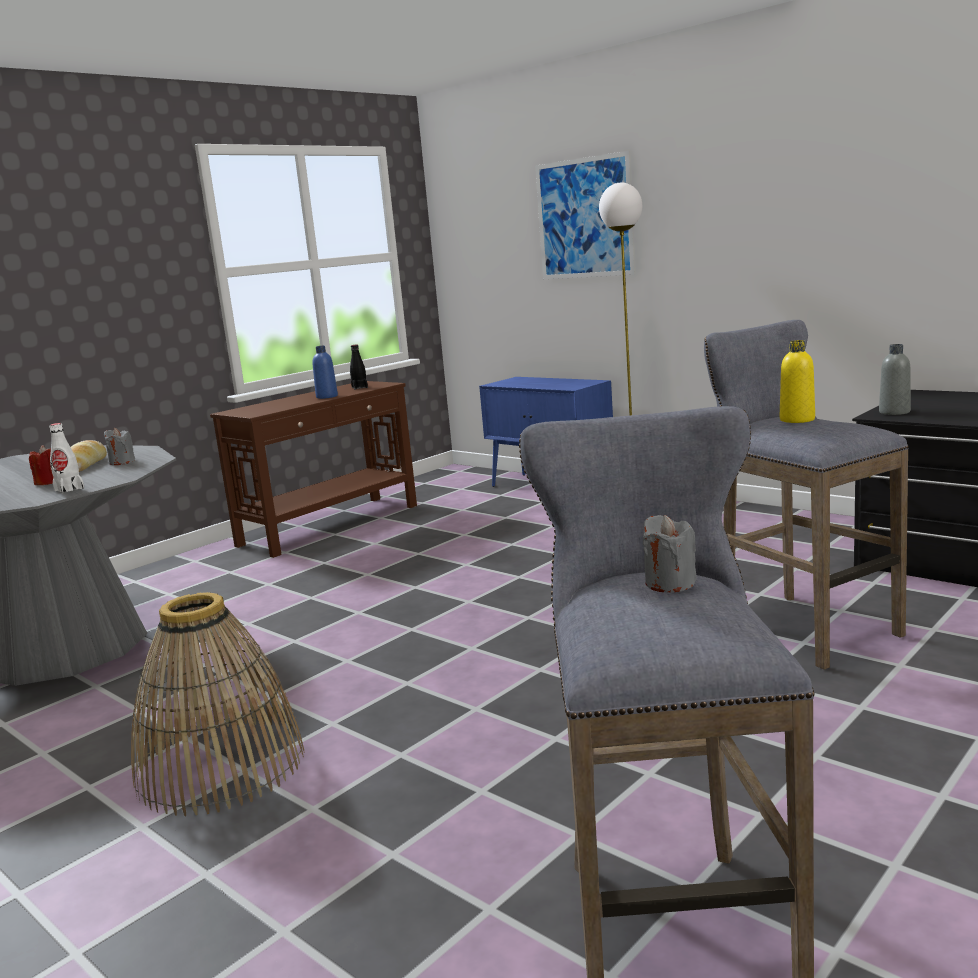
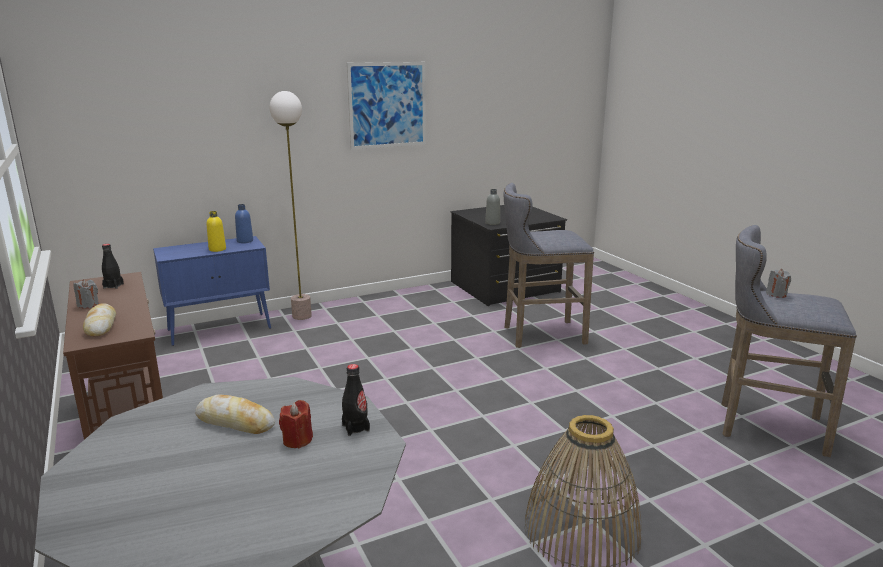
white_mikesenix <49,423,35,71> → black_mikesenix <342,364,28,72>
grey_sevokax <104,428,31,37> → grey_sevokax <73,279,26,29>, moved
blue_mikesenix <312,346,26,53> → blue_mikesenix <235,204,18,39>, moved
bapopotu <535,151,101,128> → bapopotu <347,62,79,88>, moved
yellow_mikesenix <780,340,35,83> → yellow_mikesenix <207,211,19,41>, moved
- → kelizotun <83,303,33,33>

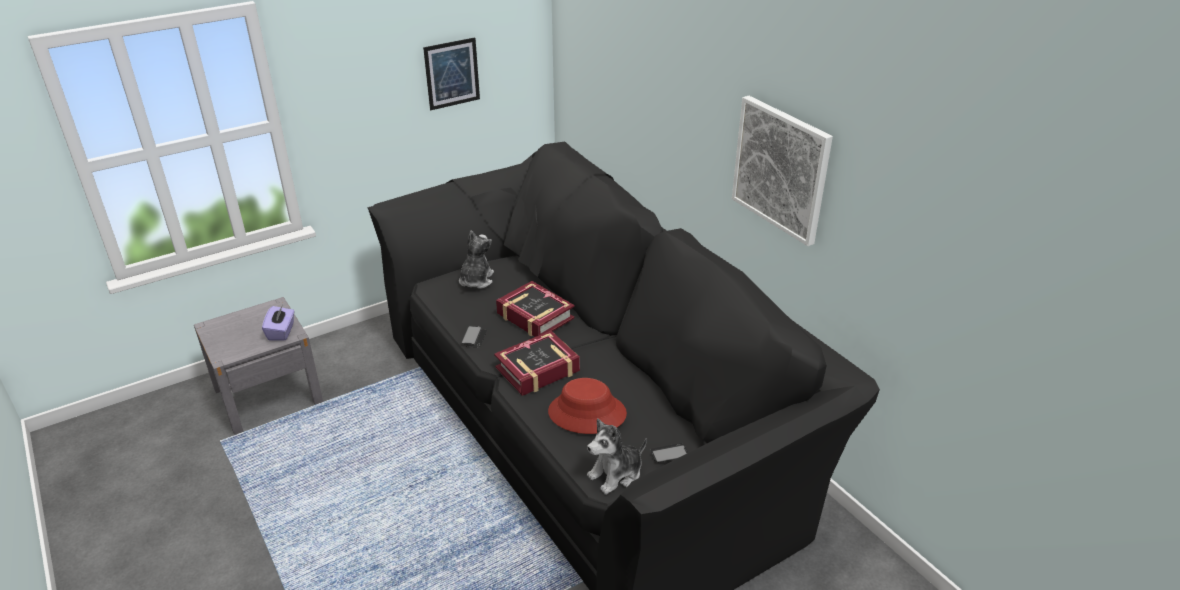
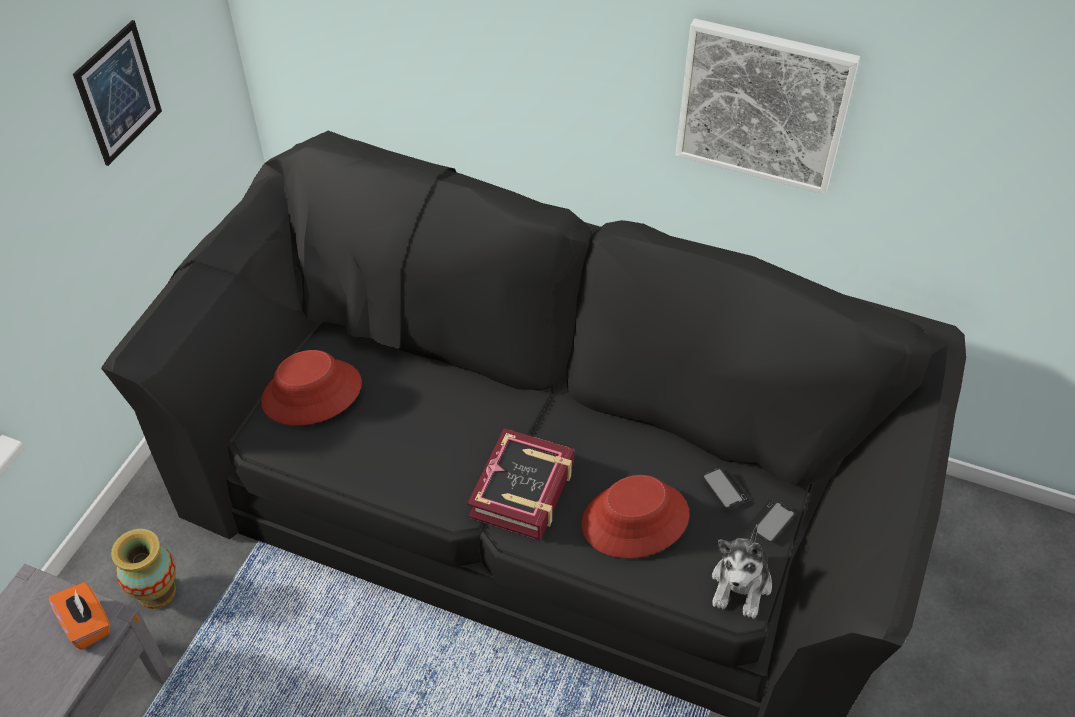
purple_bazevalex <262,306,32,35> → orange_bazevalex <49,582,61,68>
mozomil <459,230,35,59> → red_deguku <261,350,101,76>
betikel <461,326,26,22> → betikel <703,468,47,41>, moved
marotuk <496,281,79,56> → -
- → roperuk <111,529,65,80>

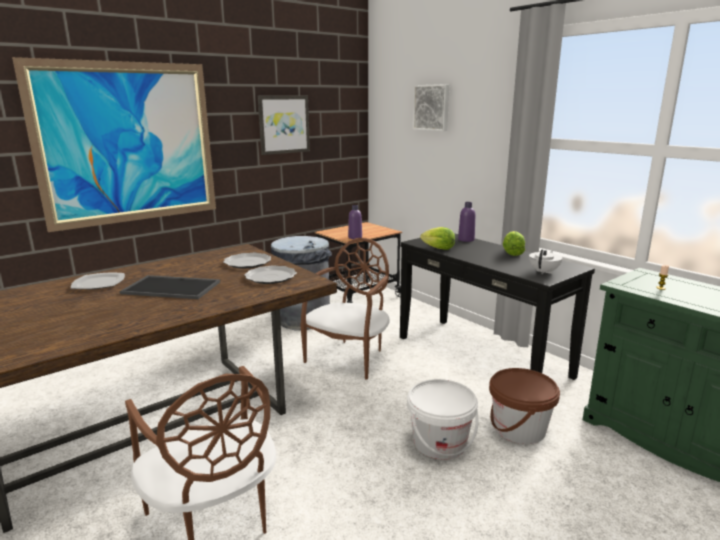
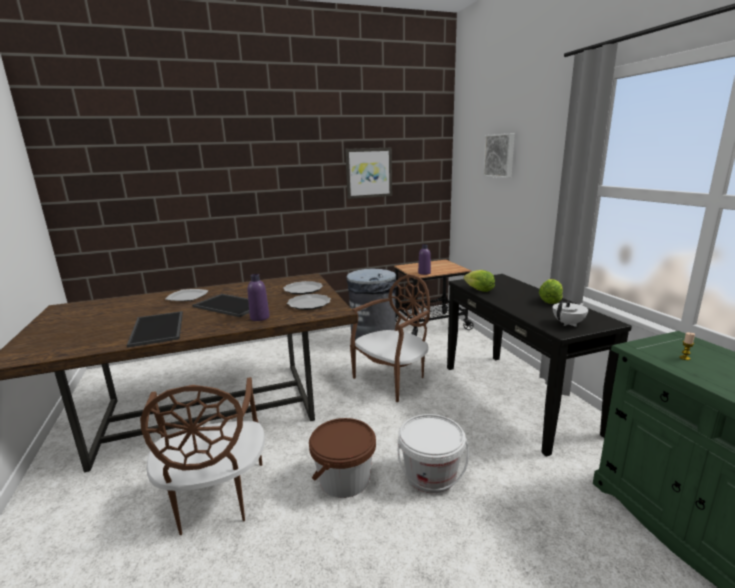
bapopotu <12,57,204,175> → -
purple_mikesenix <458,202,17,40> → purple_mikesenix <247,274,23,47>, moved
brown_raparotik <489,368,71,76> → brown_raparotik <309,418,67,80>, moved
- → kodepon <127,311,56,37>

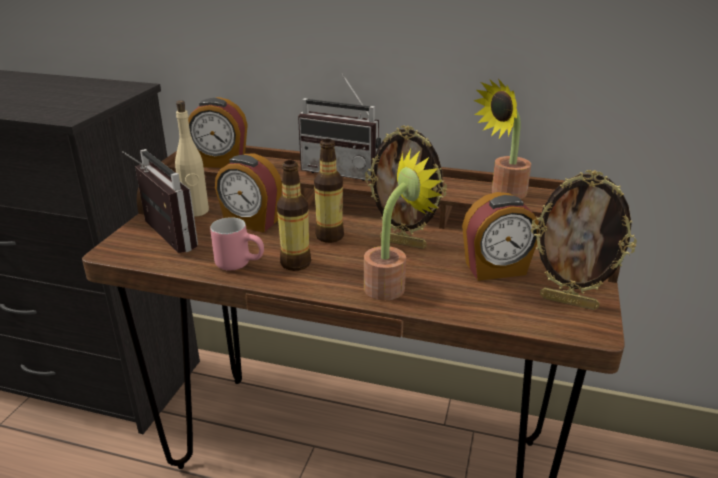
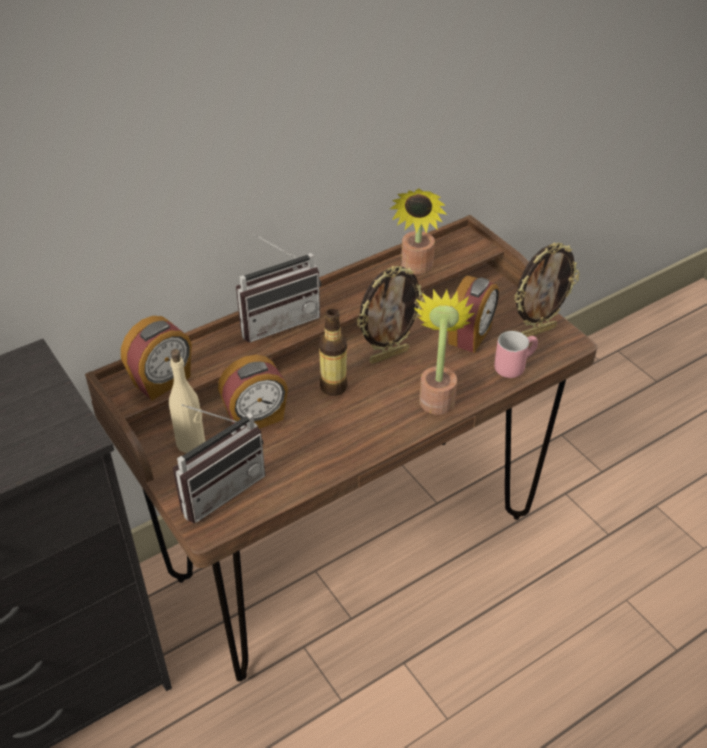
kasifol <122,149,76,104> → kasifol <173,404,92,119>, 135 degrees clockwise
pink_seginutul <210,217,54,54> → pink_seginutul <494,331,44,47>, moved
mikesenix <277,160,34,111> → -

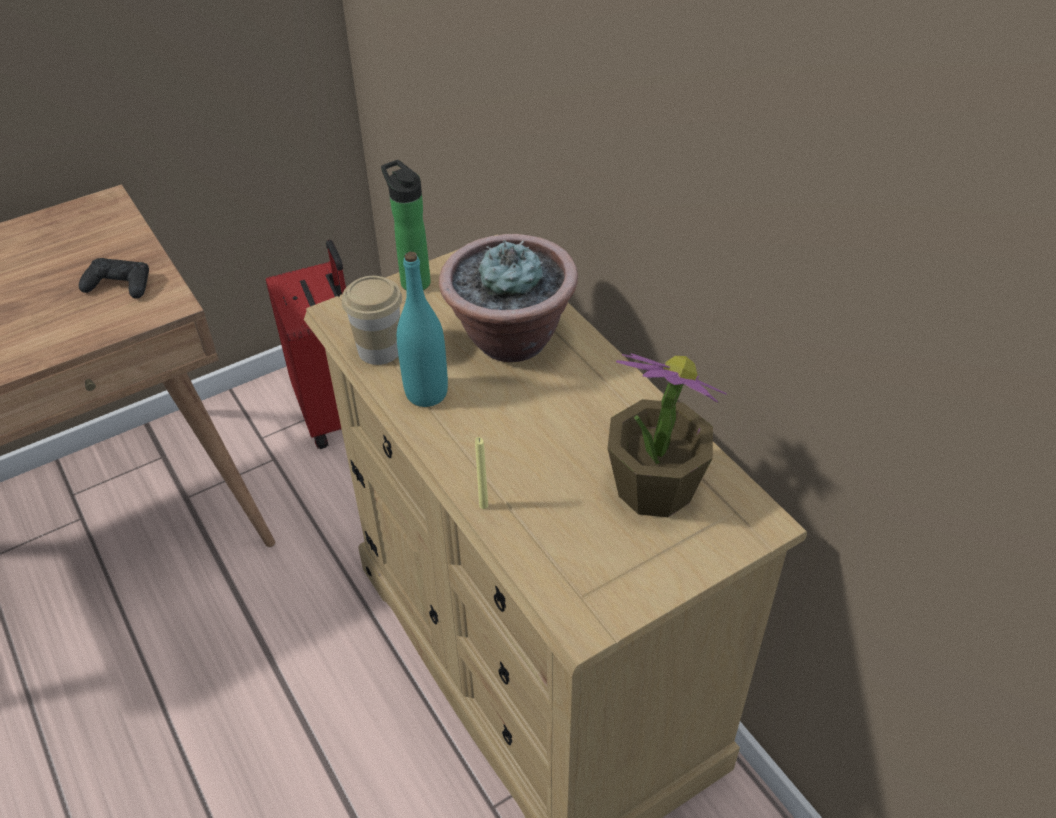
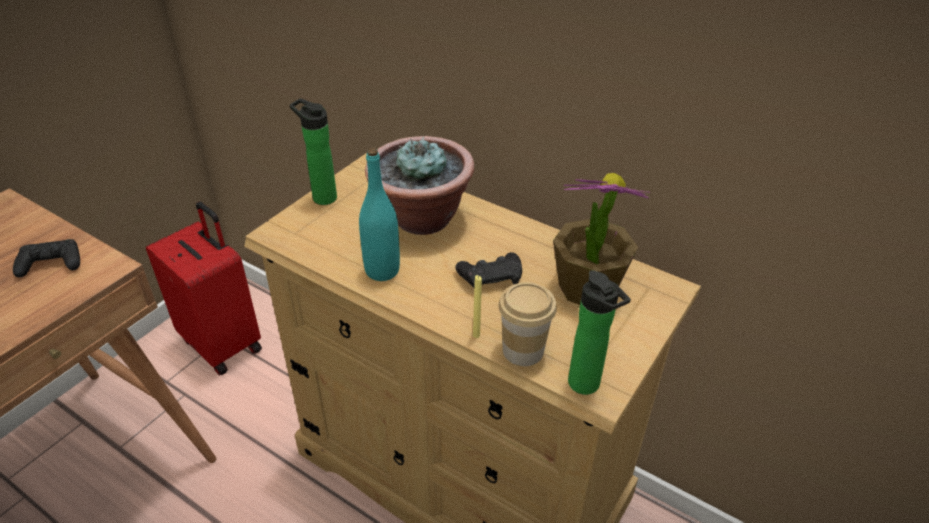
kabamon <342,276,60,89> → kabamon <498,282,59,84>, moved
- → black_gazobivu <455,252,67,36>
- → mikesenix <568,270,63,125>

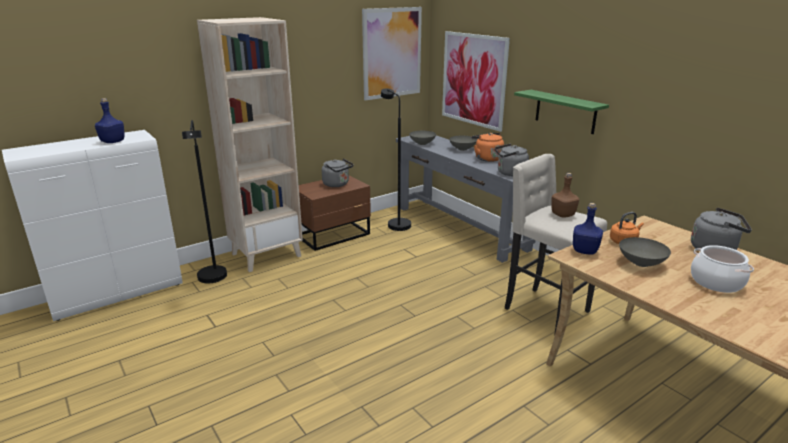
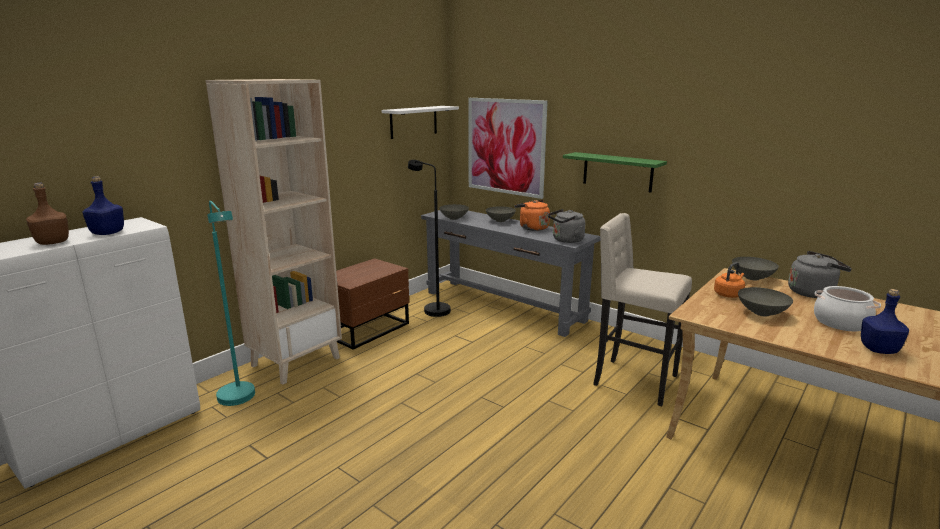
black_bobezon <182,120,45,163> → turquoise_bobezon <207,201,48,205>
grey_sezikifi <322,159,32,28> → -
bapopotu <362,7,60,93> → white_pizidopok <382,106,77,33>
brown_mikesenix <552,173,27,45> → brown_mikesenix <26,183,43,62>, moved
blue_mikesenix <573,203,30,52> → blue_mikesenix <861,289,48,65>, moved
- → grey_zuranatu <732,257,47,23>

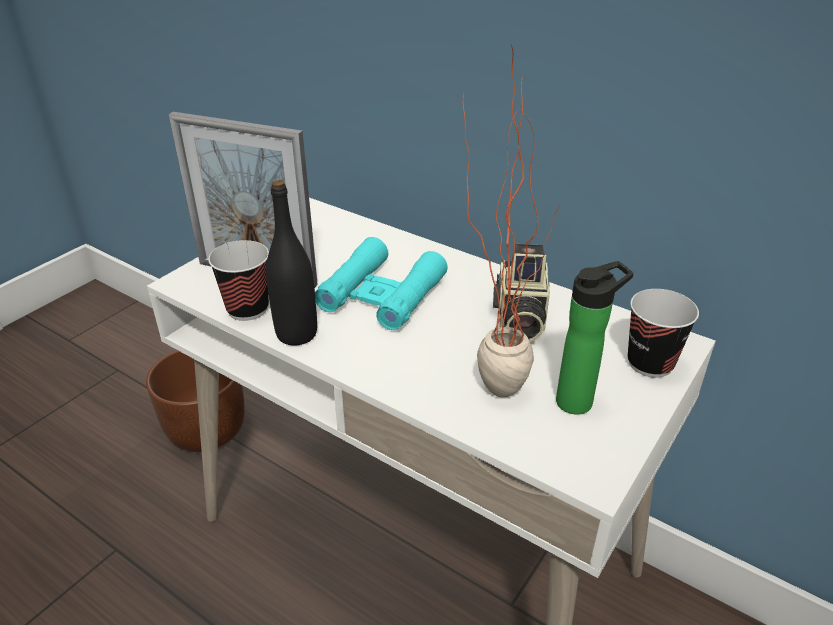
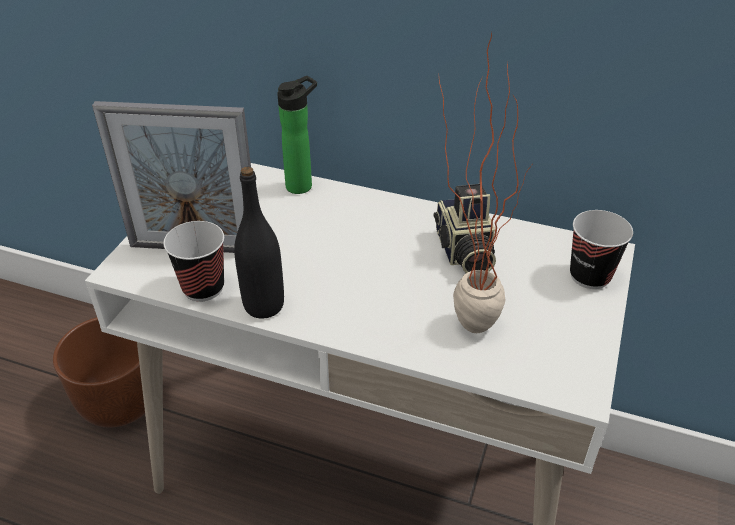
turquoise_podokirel <315,237,133,93> → -
mikesenix <556,261,78,154> → mikesenix <277,76,40,118>, moved

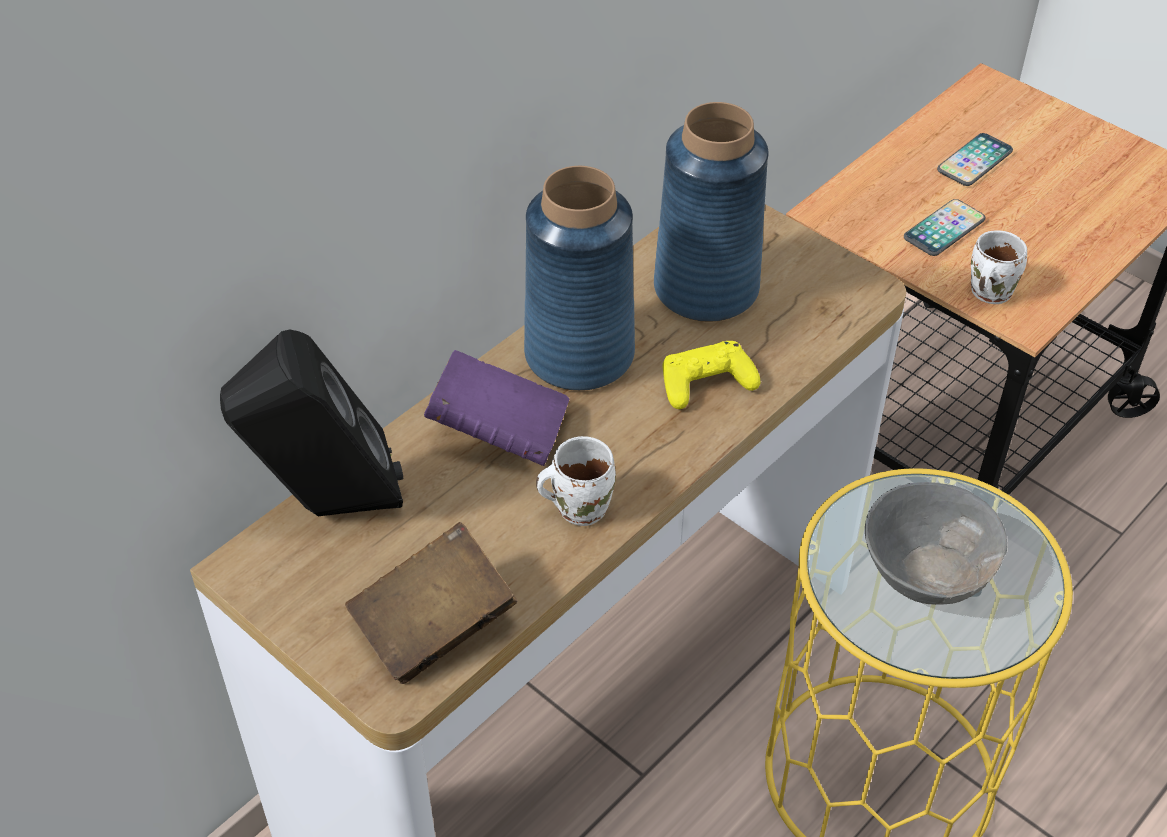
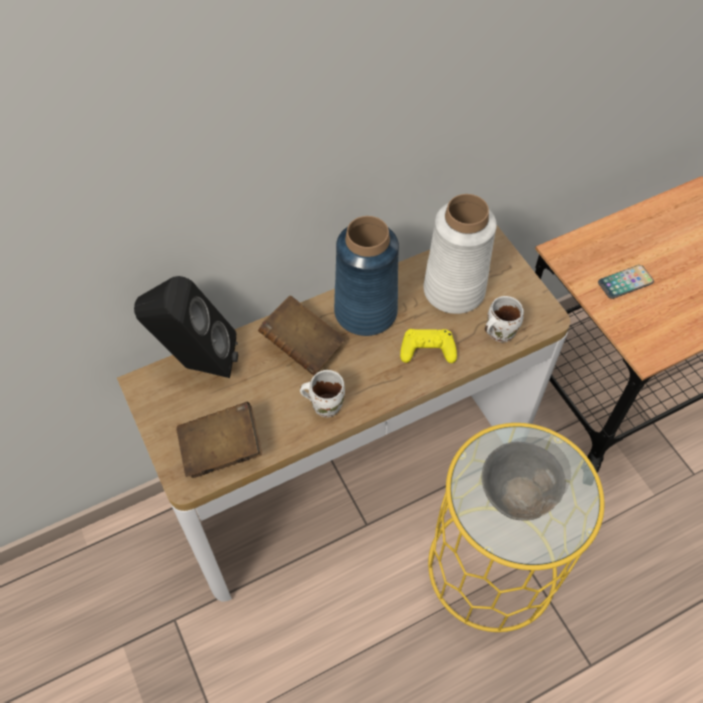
purple_marotuk <424,350,145,116> → brown_marotuk <258,295,87,80>
blue_roperuk <654,102,115,220> → white_roperuk <423,194,74,120>
betikel <937,133,76,53> → -
white_seginutul <971,230,56,74> → white_seginutul <485,296,39,46>, moved

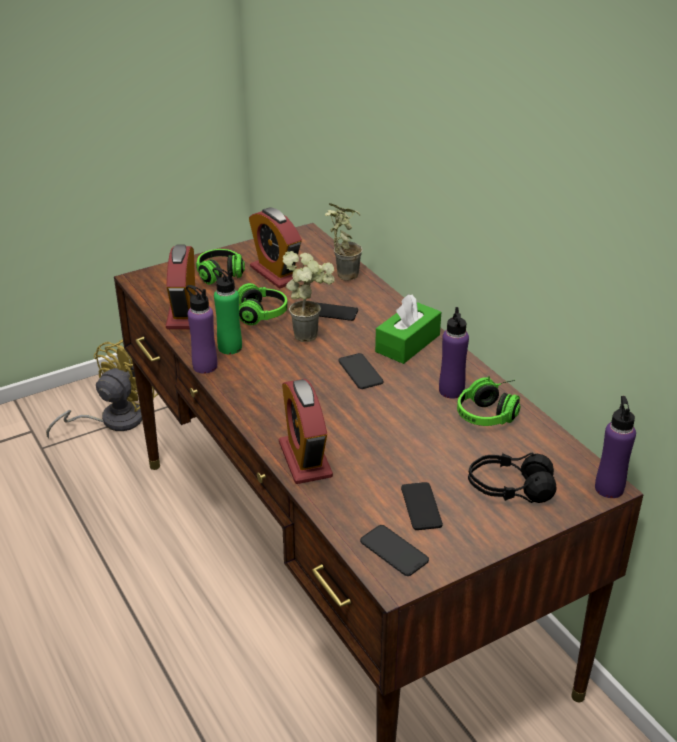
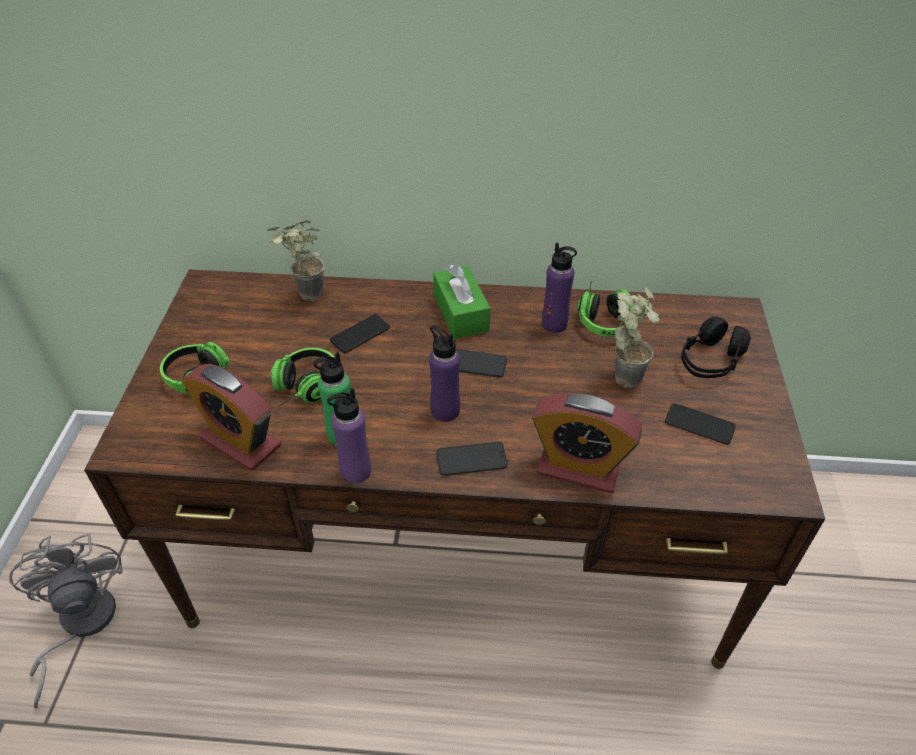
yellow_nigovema <46,340,112,98> → grey_nigovema <9,533,114,175>
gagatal <249,207,53,82> → -
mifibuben <283,251,52,91> → mifibuben <615,288,45,100>, moved
betikel <360,525,69,51> → betikel <436,442,72,34>, moved
purple_mikesenix <595,396,41,102> → purple_mikesenix <429,325,31,97>, moved

